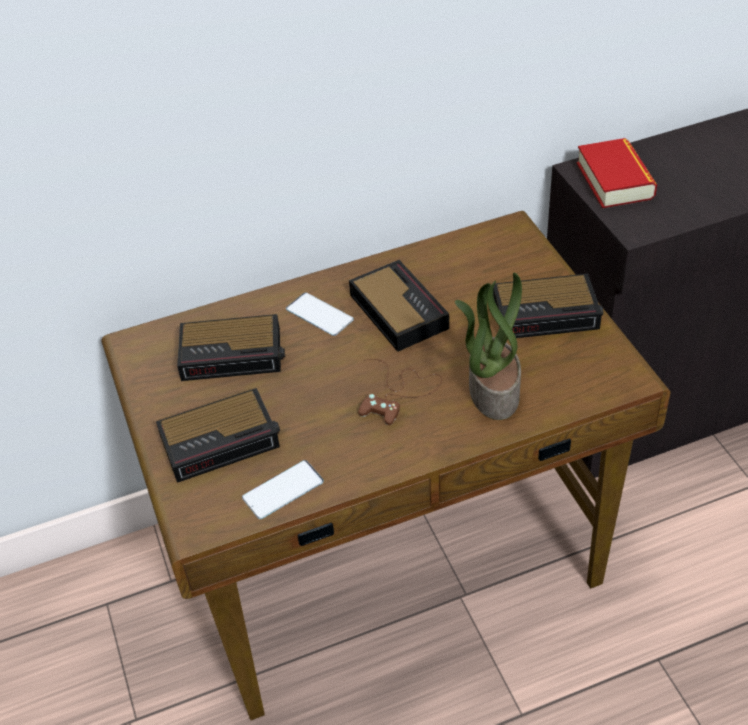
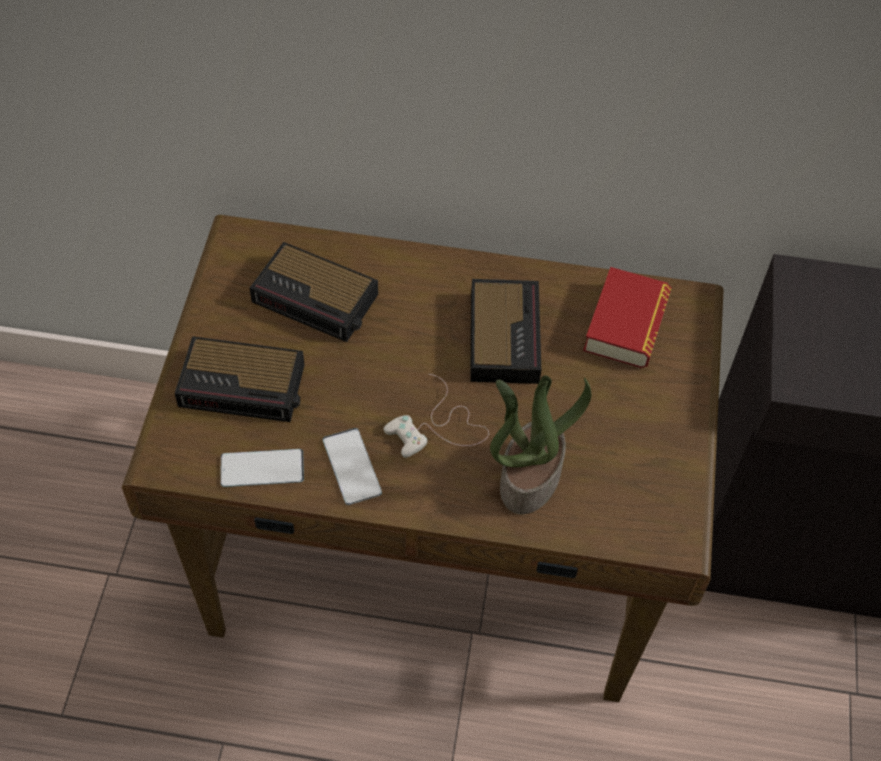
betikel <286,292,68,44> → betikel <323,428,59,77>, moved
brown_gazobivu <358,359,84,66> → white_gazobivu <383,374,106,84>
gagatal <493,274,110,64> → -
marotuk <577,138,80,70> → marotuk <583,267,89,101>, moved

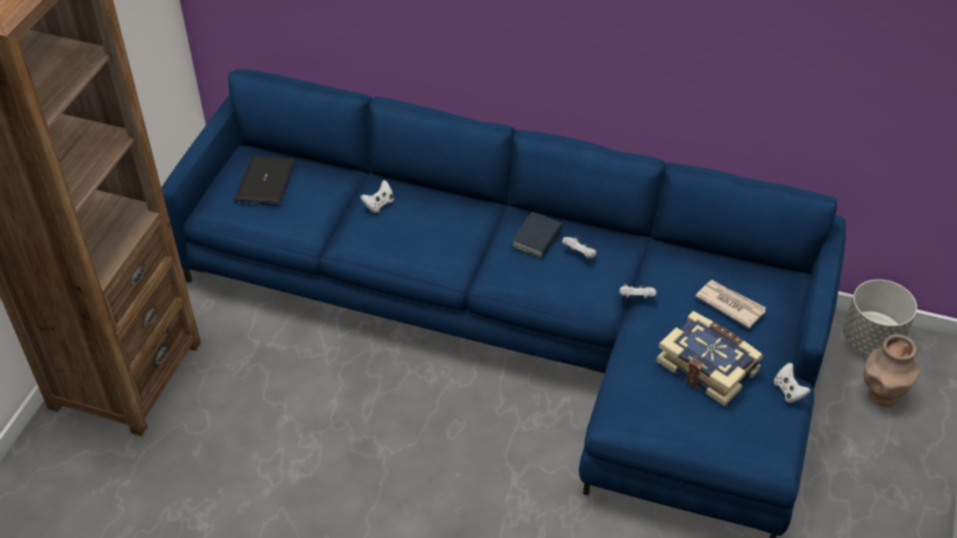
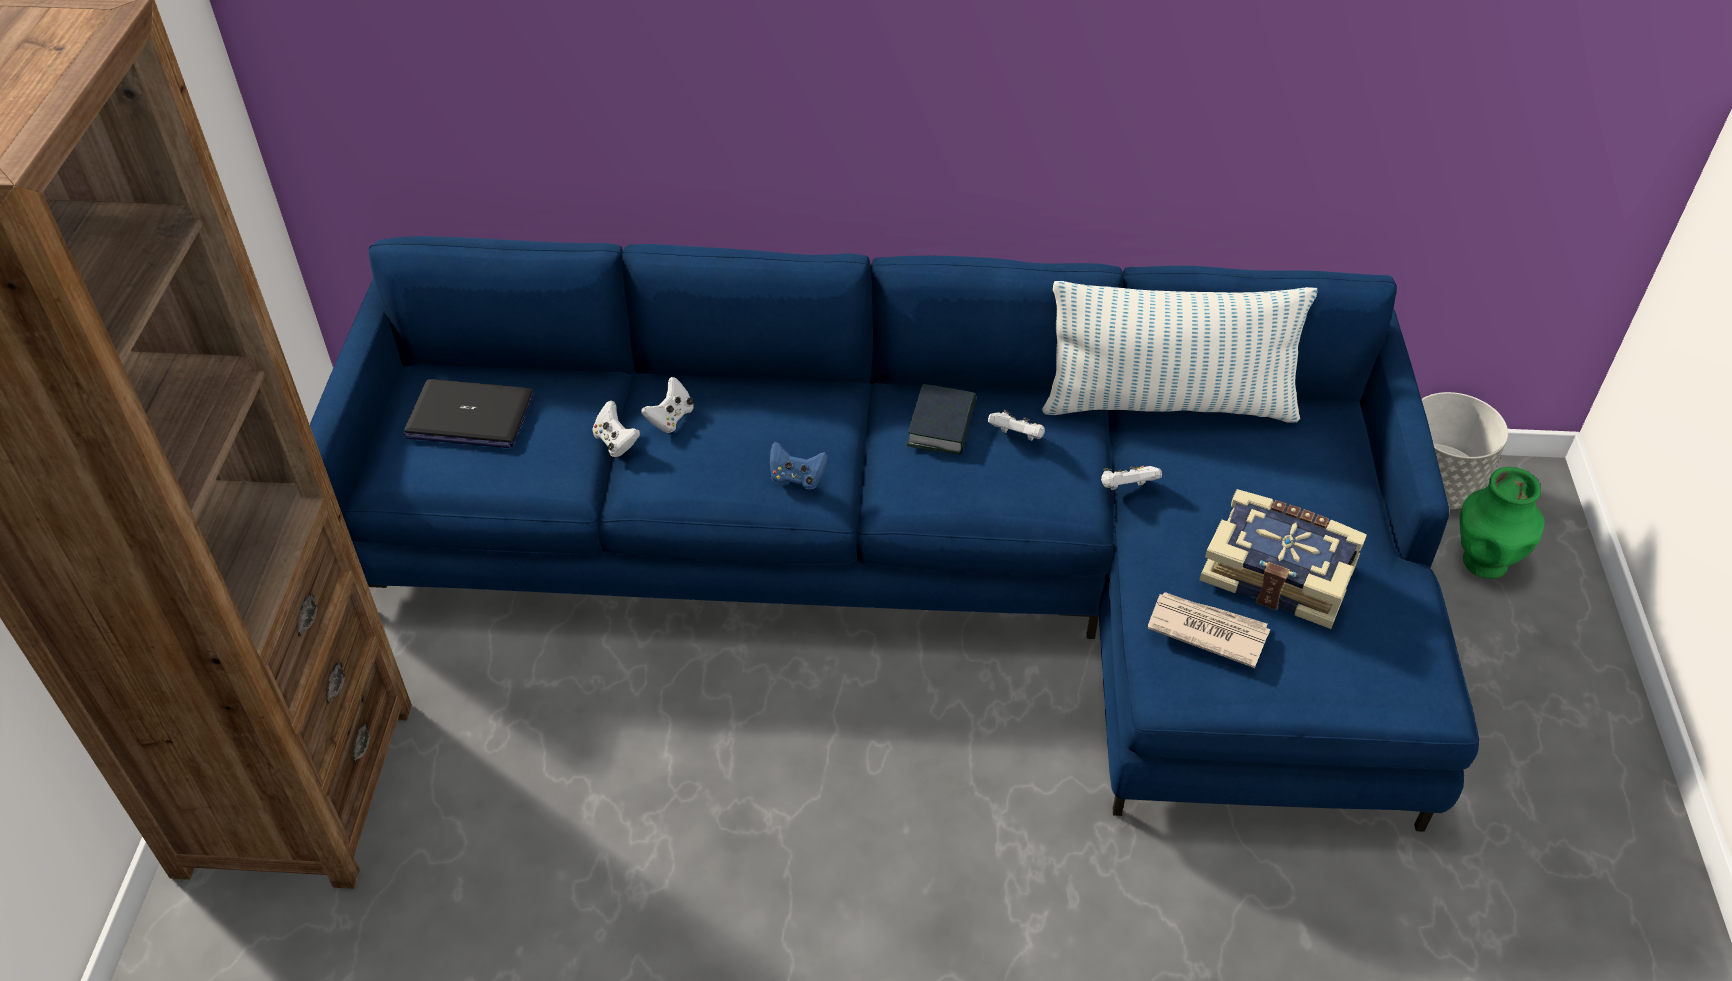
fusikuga <233,155,62,51> → fusikuga <404,379,130,69>, 75 degrees counterclockwise
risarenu <695,280,71,48> → risarenu <1147,592,123,76>, moved
white_gazobivu <774,363,37,40> → white_gazobivu <593,401,47,56>, moved
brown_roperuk <864,334,56,72> → green_roperuk <1460,467,84,112>
- → blue_gazobivu <770,442,58,48>
- → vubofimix <1042,281,275,142>

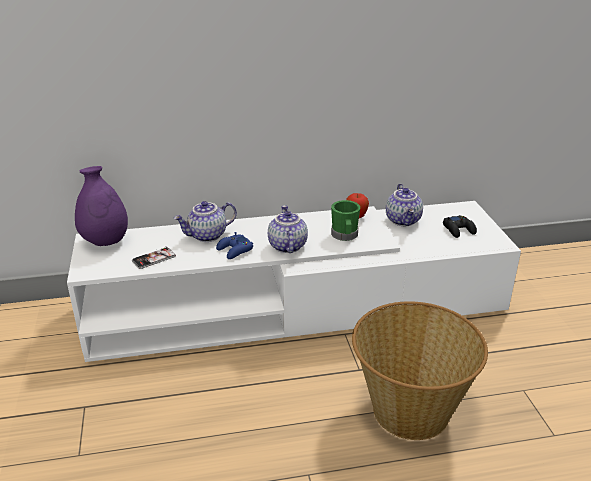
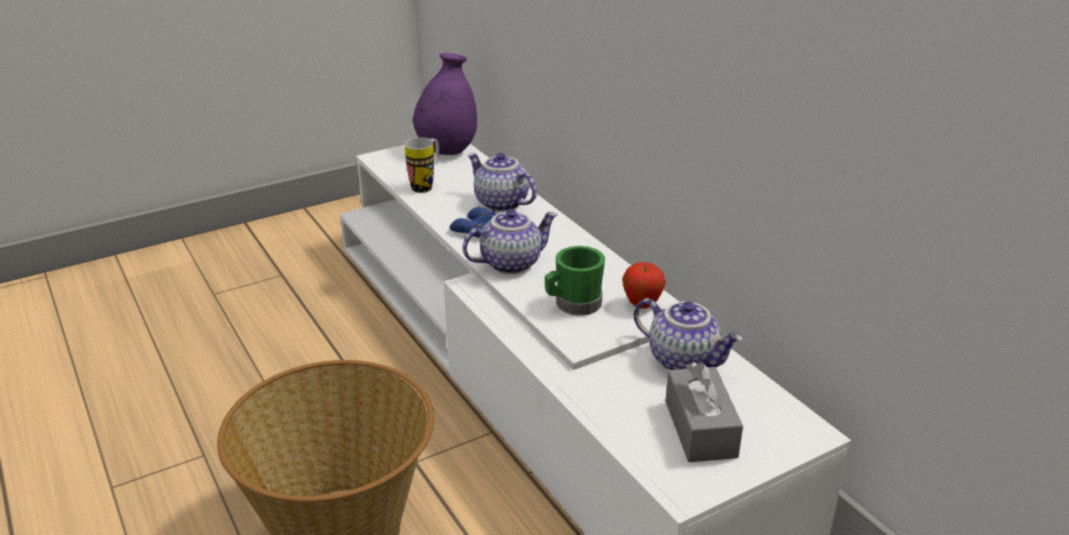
betikel <132,246,44,23> → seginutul <405,137,34,56>
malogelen <386,184,37,42> → malogelen <634,298,109,72>, 120 degrees counterclockwise
black_gazobivu <443,215,34,23> → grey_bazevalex <666,362,77,100>

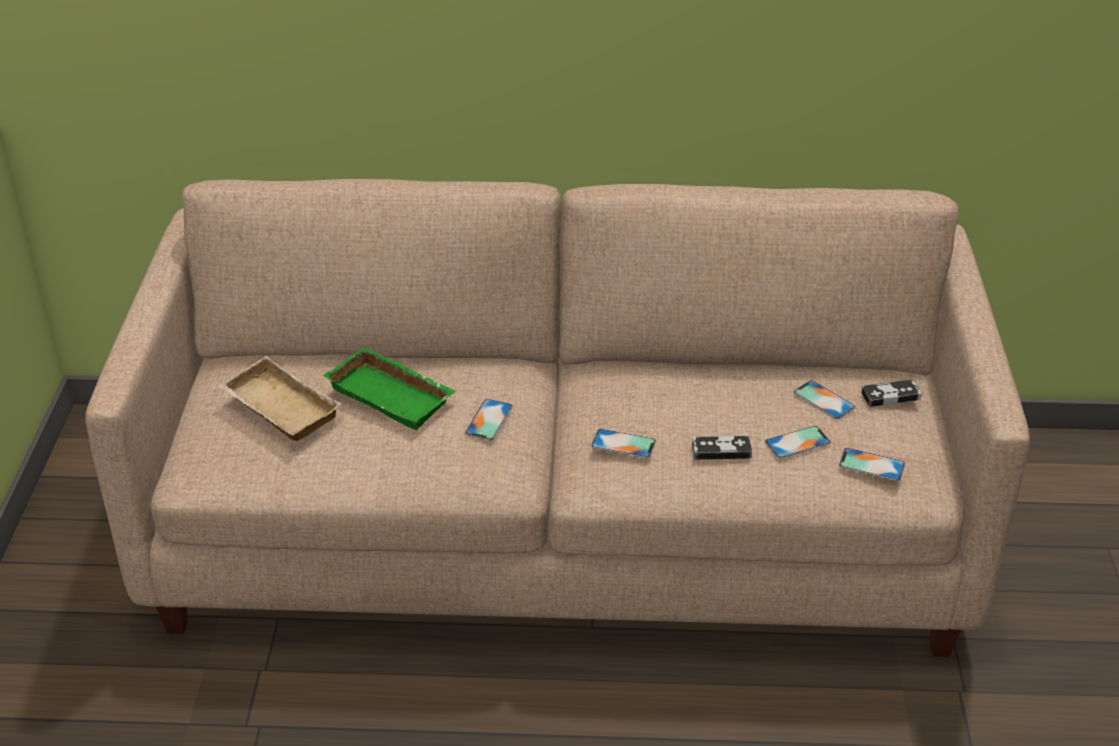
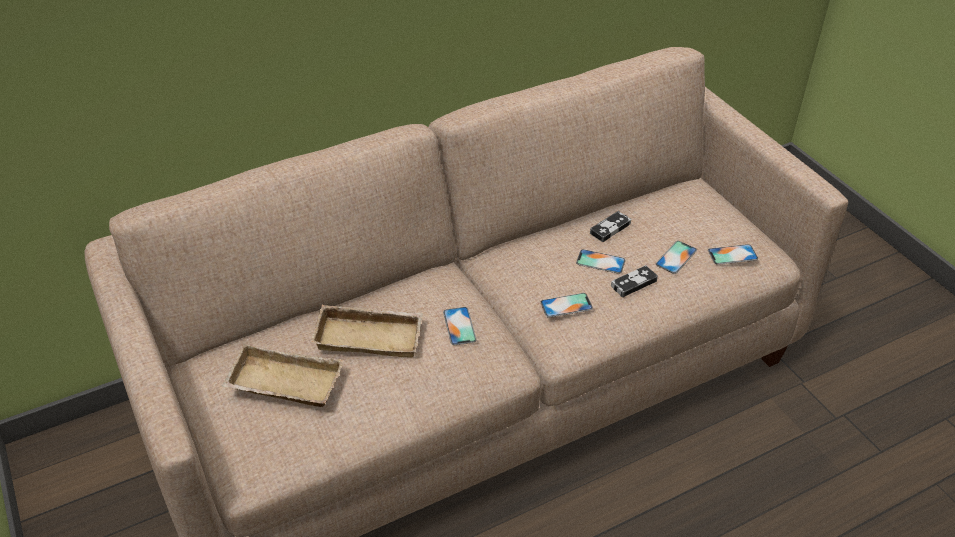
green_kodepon <323,347,133,83> → beige_kodepon <310,305,113,53>
betikel <794,380,61,39> → betikel <576,249,49,25>, moved
gazobivu <861,379,61,28> → gazobivu <590,211,41,31>, moved

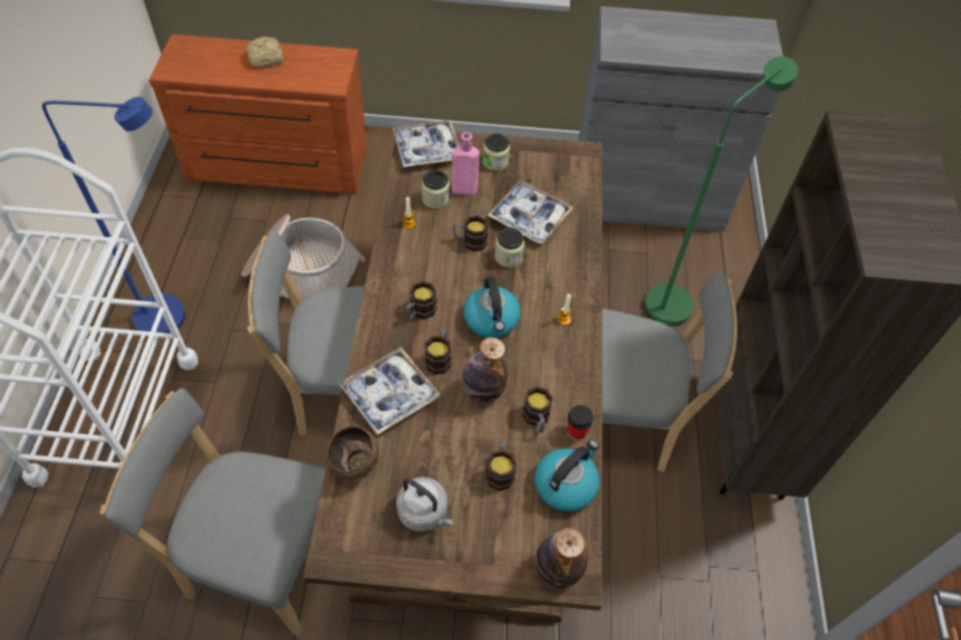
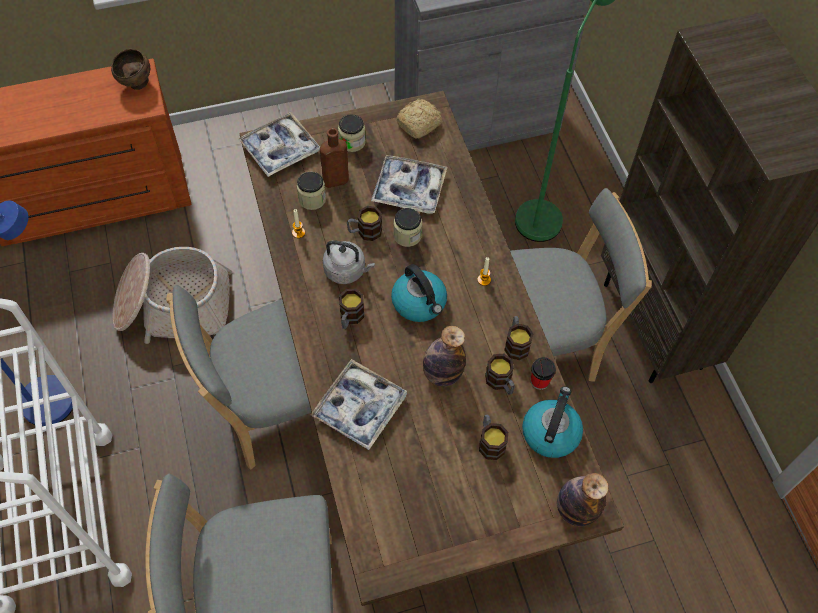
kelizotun <246,37,37,30> → kelizotun <396,99,47,39>, moved
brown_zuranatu <326,426,53,54> → brown_zuranatu <111,49,39,41>, moved
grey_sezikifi <396,477,57,55> → grey_sezikifi <323,240,52,44>, moved
seginutul <425,329,26,45> → seginutul <504,316,29,44>, moved
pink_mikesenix <452,132,27,63> → brown_mikesenix <320,128,29,60>

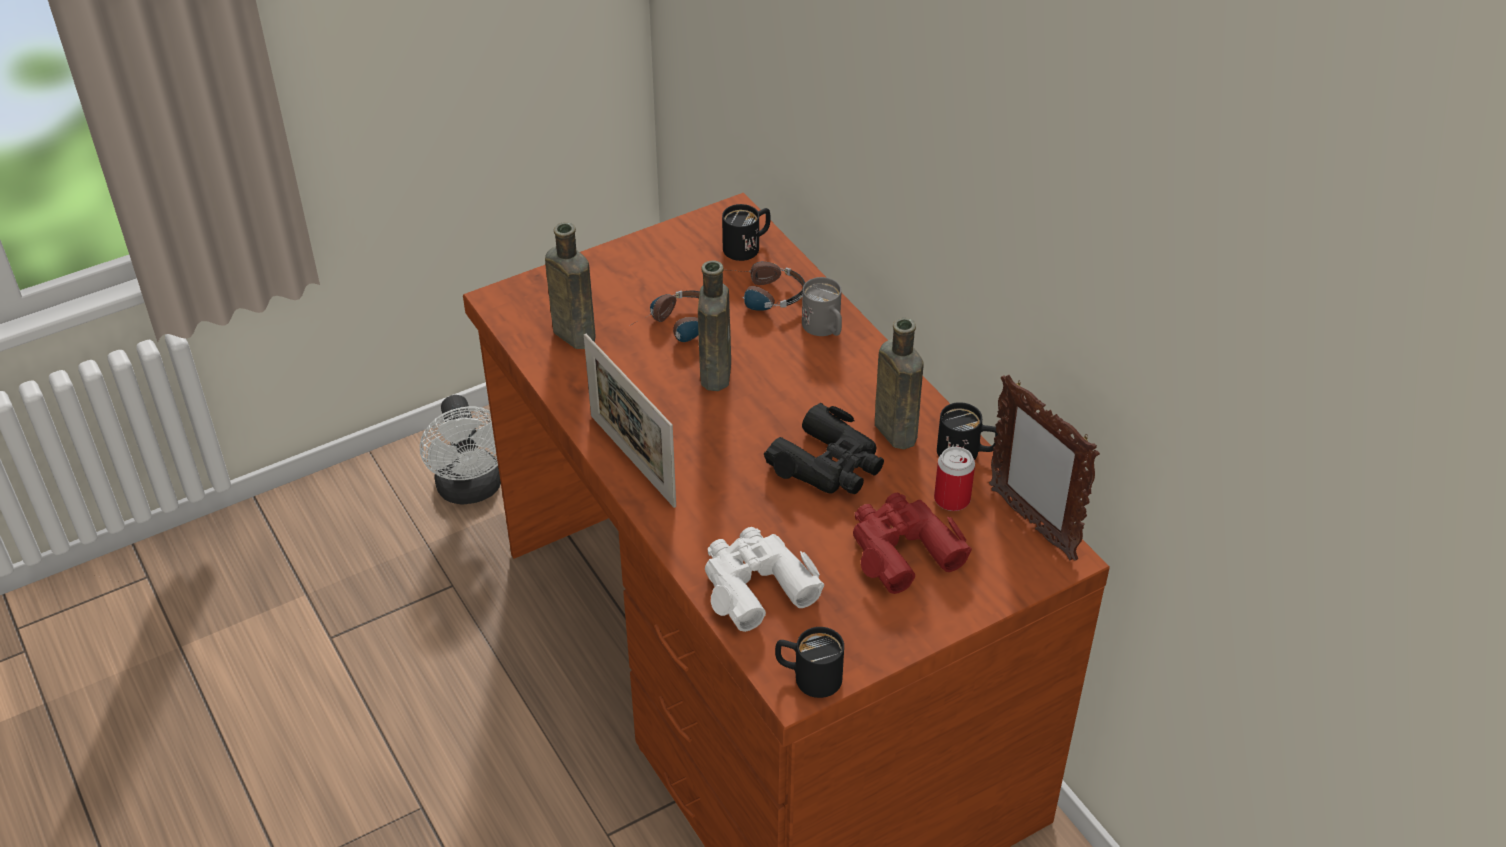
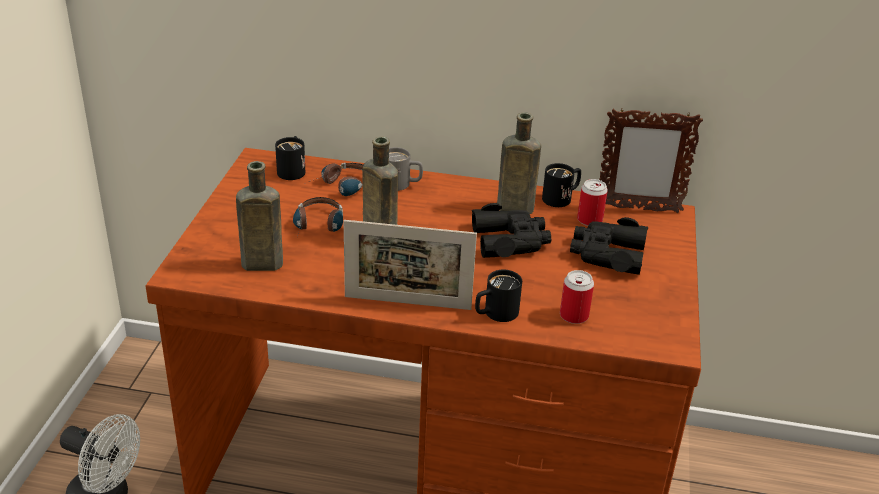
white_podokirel <705,527,119,105> → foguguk <560,270,34,54>
black_seginutul <775,627,69,71> → black_seginutul <475,270,47,52>, moved
red_podokirel <853,493,119,101> → black_podokirel <570,217,78,58>

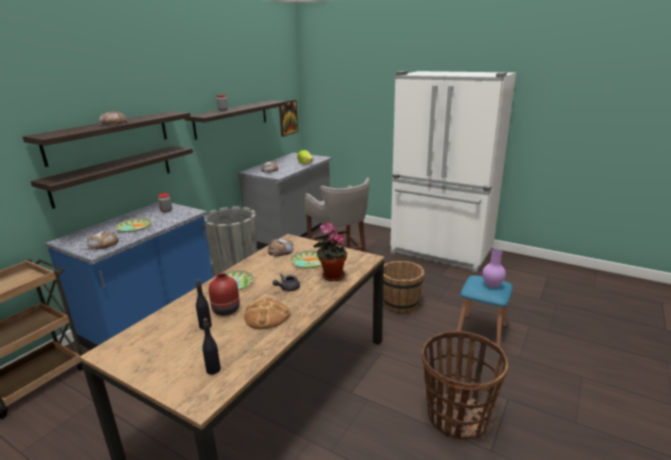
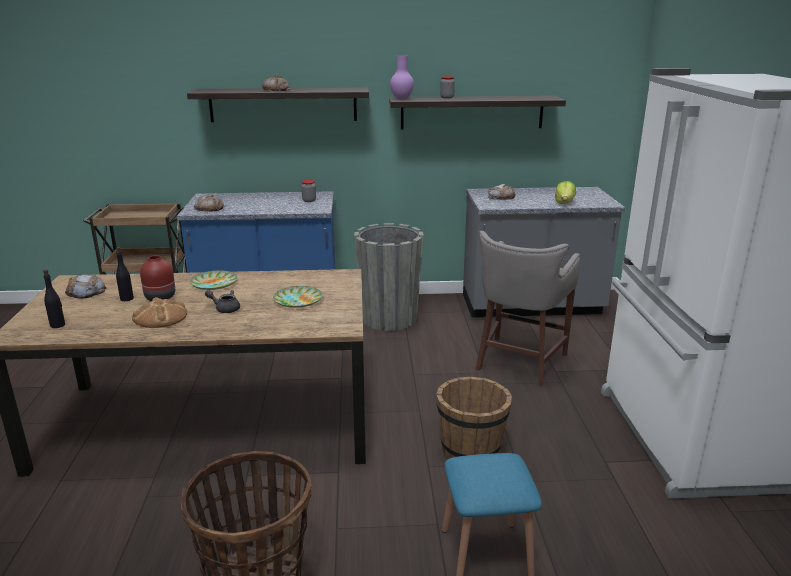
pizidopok <31,146,162,63> → -
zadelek <115,218,36,14> → -
kelizotun <268,238,25,19> → kelizotun <65,274,41,25>, moved
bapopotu <279,100,19,37> → -
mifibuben <313,222,34,59> → -
purple_roperuk <482,249,24,39> → purple_roperuk <390,55,24,45>, moved

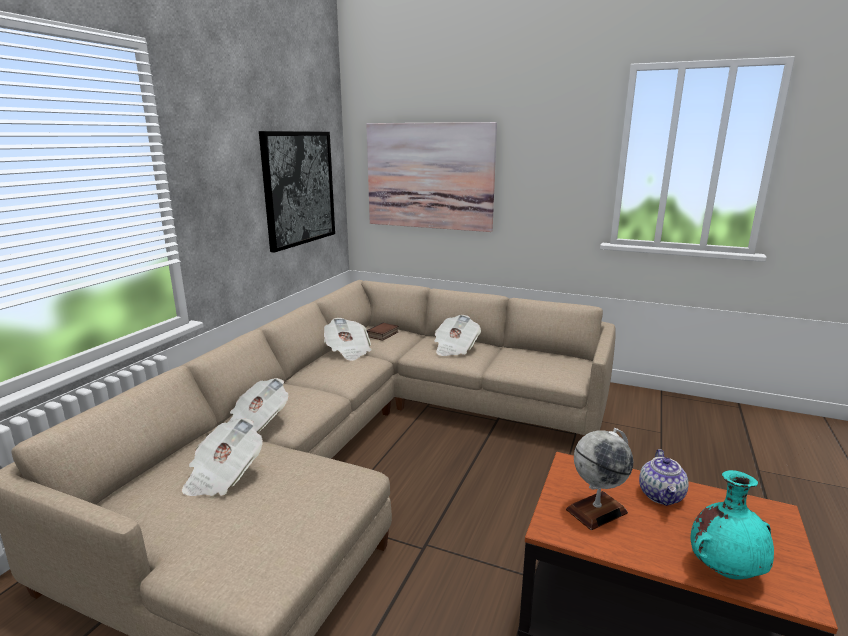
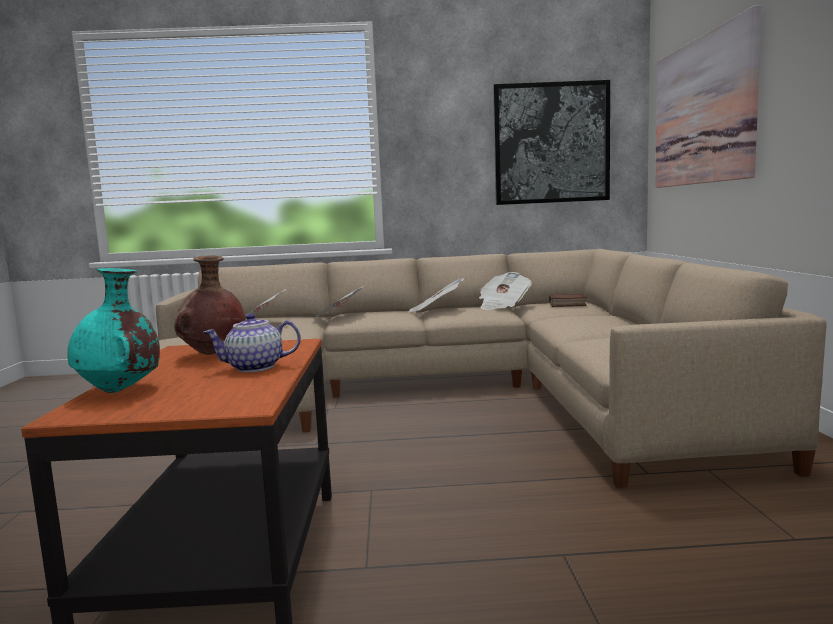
risarenu <434,315,47,41> → risarenu <409,278,55,34>, moved
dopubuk <566,428,67,102> → brown_roperuk <174,256,72,99>

